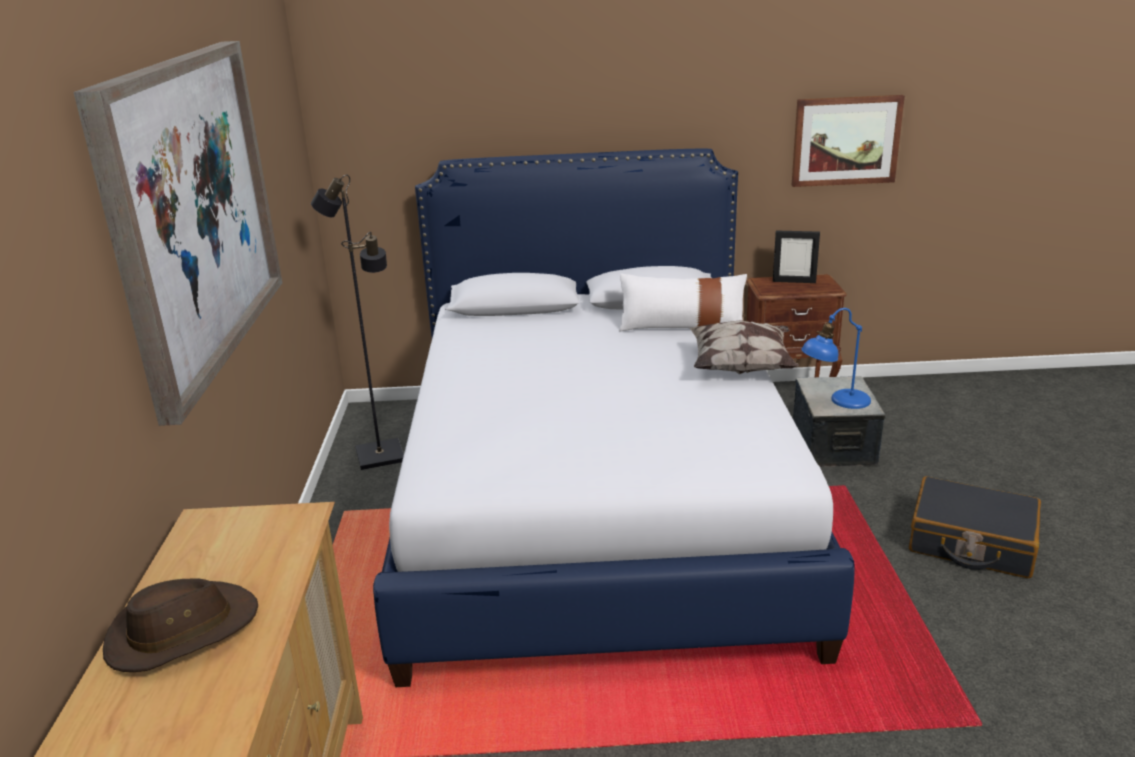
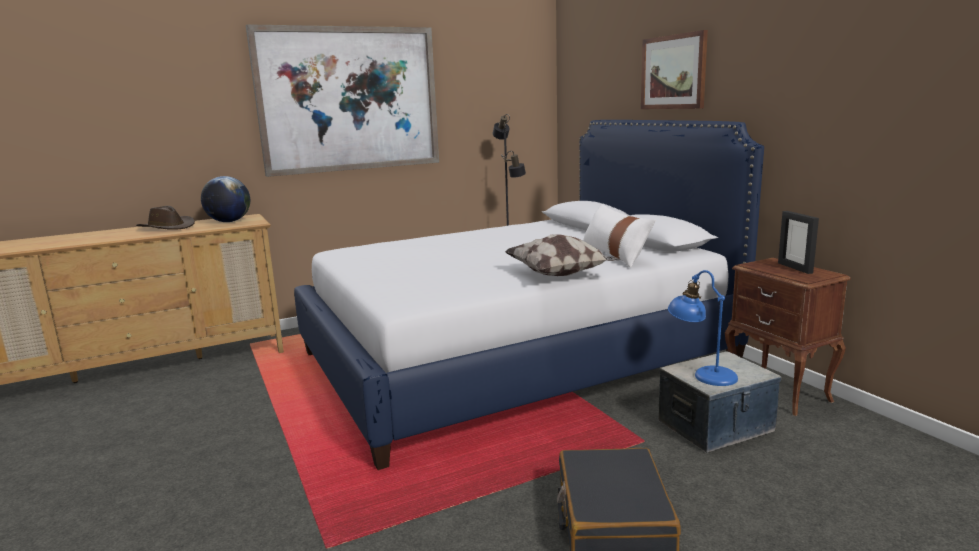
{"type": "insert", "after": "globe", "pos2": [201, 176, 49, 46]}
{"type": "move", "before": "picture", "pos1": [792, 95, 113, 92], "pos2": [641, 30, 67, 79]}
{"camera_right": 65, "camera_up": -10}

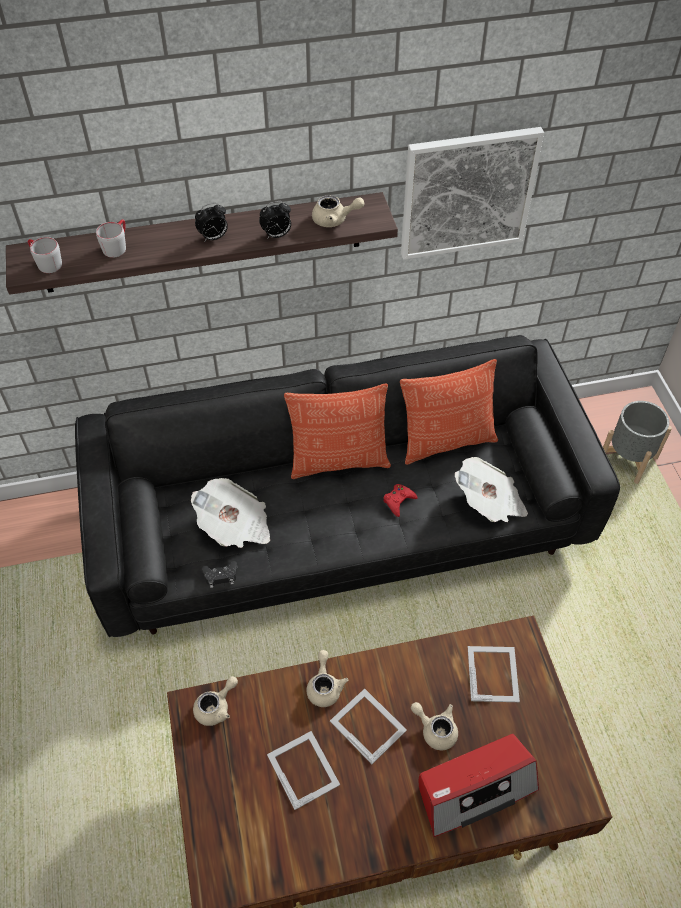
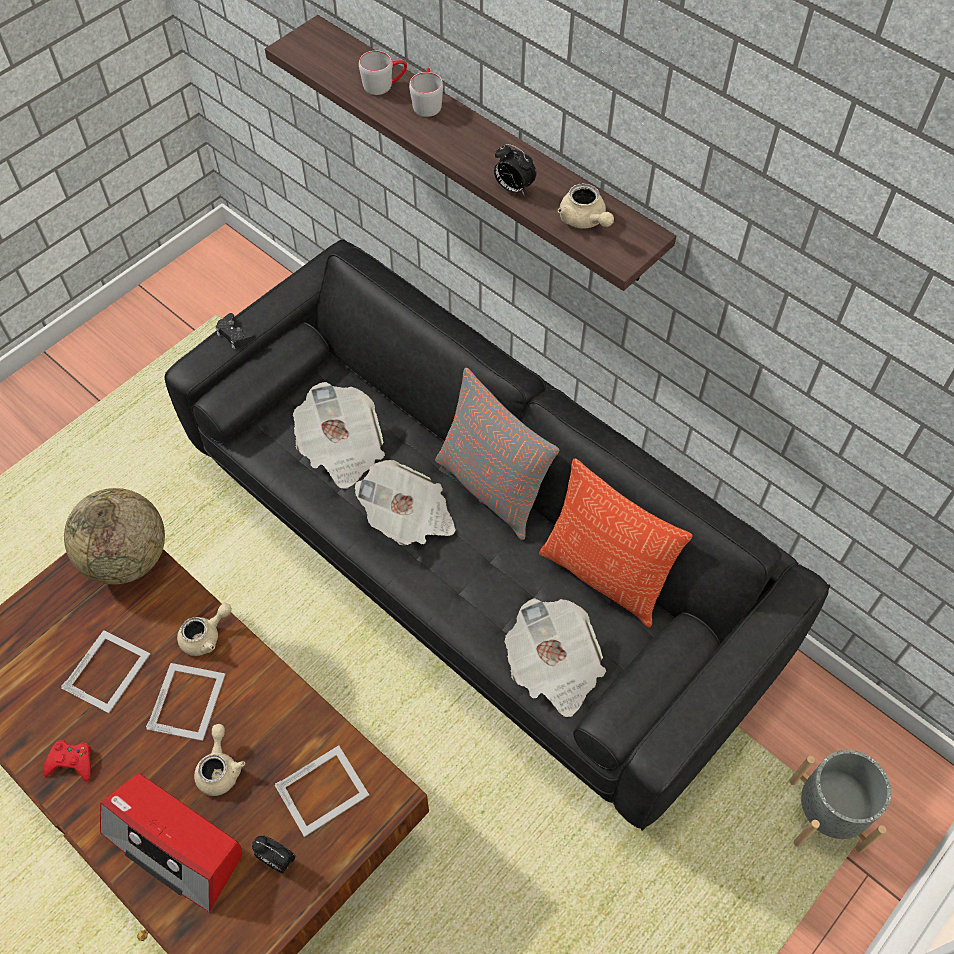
{"type": "move", "before": "reddish_game_controller", "pos1": [383, 484, 35, 33], "pos2": [43, 740, 48, 42]}
{"type": "replace", "before": "beige-coloured_teapot", "after": "globe", "pos1": [193, 676, 45, 50], "pos2": [64, 488, 101, 97]}
{"type": "move", "before": "blackish_game_controller", "pos1": [202, 561, 35, 27], "pos2": [216, 313, 40, 36]}
{"type": "move", "before": "table_clock", "pos1": [195, 203, 33, 38], "pos2": [252, 835, 44, 38]}
{"type": "insert", "after": "printed_paper", "pos2": [355, 460, 101, 86]}
{"type": "move", "before": "grey_tea_mug", "pos1": [28, 237, 34, 36], "pos2": [409, 68, 34, 49]}
{"type": "recolor", "before": "orange_throw_pillow", "after": "grey_throw_pillow", "pos1": [284, 384, 107, 95], "pos2": [435, 368, 124, 172]}
{"type": "delete", "before": "picture", "pos1": [401, 127, 143, 132]}
{"camera_right": 55, "camera_up": 5}

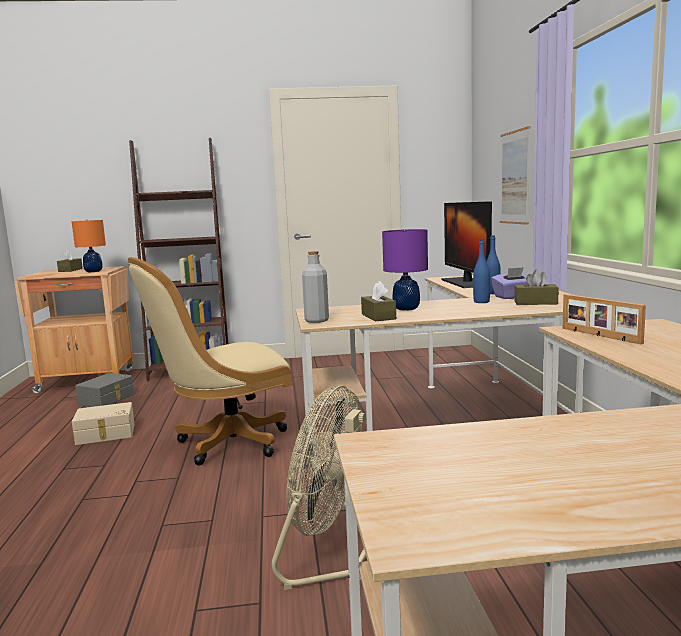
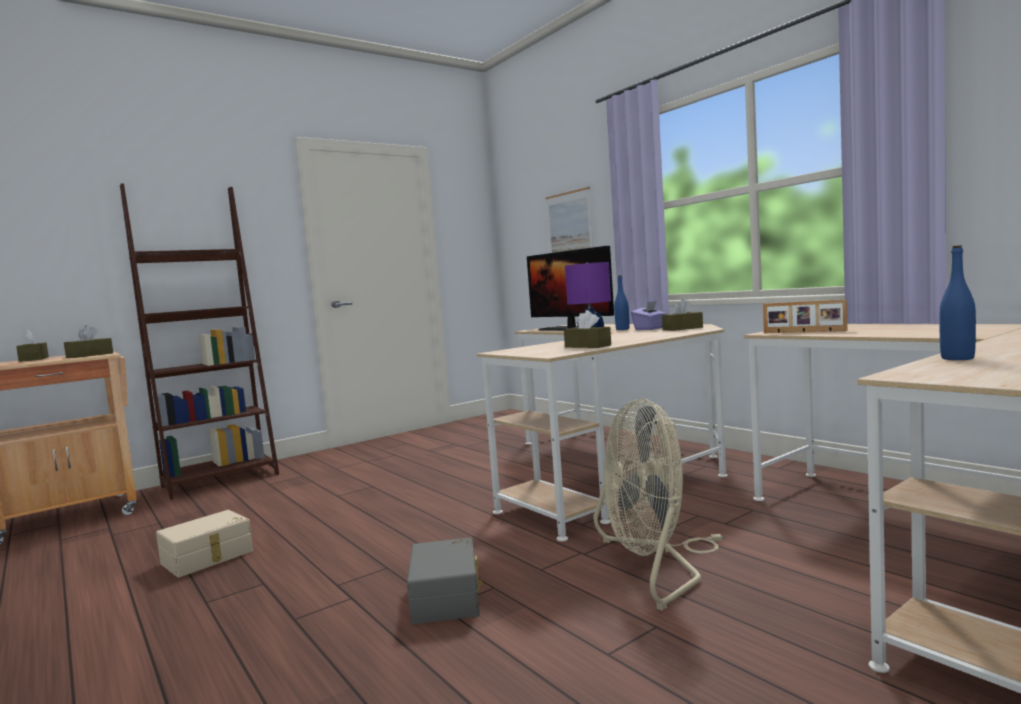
{"type": "replace", "before": "orange_tabletop_lamp", "after": "brownish_tissue_holder", "pos1": [72, 220, 34, 52], "pos2": [64, 325, 49, 33]}
{"type": "move", "before": "grey_storage_bin", "pos1": [75, 373, 59, 34], "pos2": [407, 537, 76, 88]}
{"type": "move", "before": "bluish_drink_bottle", "pos1": [473, 239, 17, 64], "pos2": [939, 245, 37, 115]}
{"type": "delete", "before": "beige-coloured_desk_chair", "pos1": [128, 257, 165, 209]}
{"type": "delete", "before": "grey_drink_bottle", "pos1": [302, 251, 27, 72]}
{"camera_right": -30, "camera_up": -5}

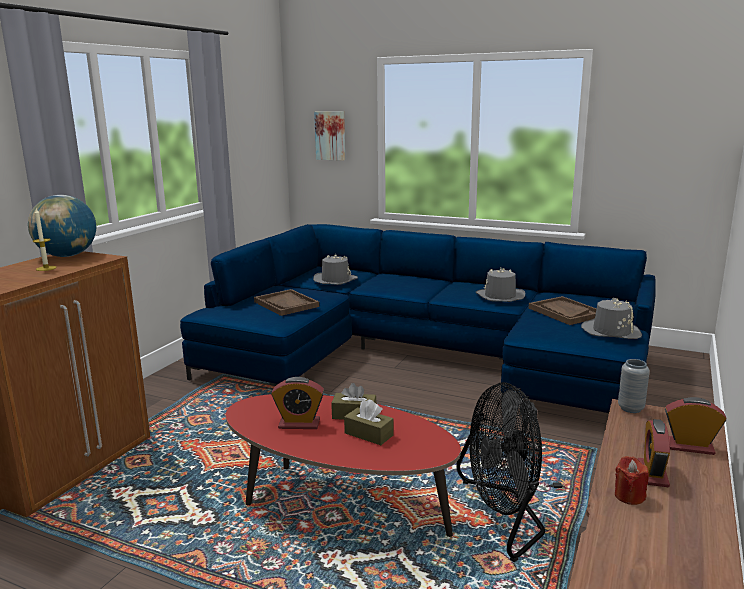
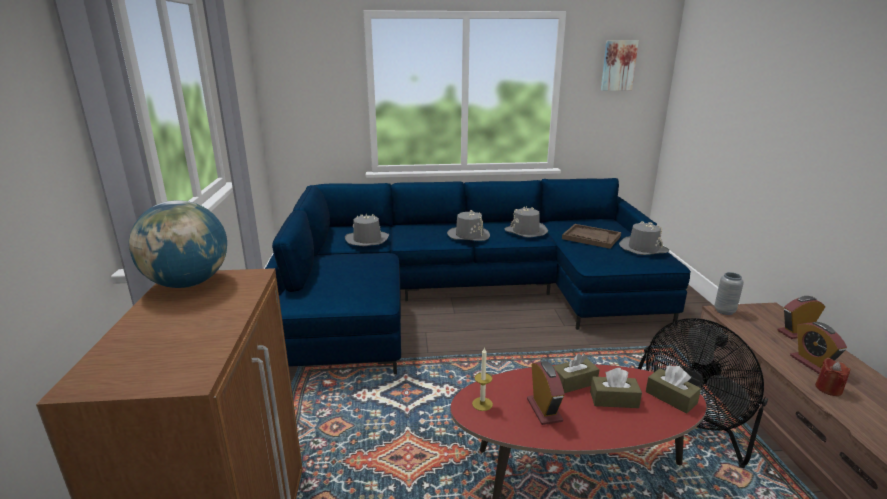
{"type": "insert", "after": "grey_hat", "pos2": [447, 210, 43, 31]}
{"type": "move", "before": "candle", "pos1": [33, 209, 24, 62], "pos2": [472, 347, 21, 64]}
{"type": "rotate", "before": "table_clock", "pos1": [271, 377, 53, 52], "pos2": [527, 361, 38, 64], "turn": -75}
{"type": "move", "before": "picture", "pos1": [314, 111, 31, 50], "pos2": [601, 40, 38, 51]}
{"type": "insert", "after": "brownish_tissue_holder", "pos2": [646, 366, 55, 48]}
{"type": "delete", "before": "brownish_tray", "pos1": [254, 289, 65, 27]}
{"camera_right": -30, "camera_up": 5}

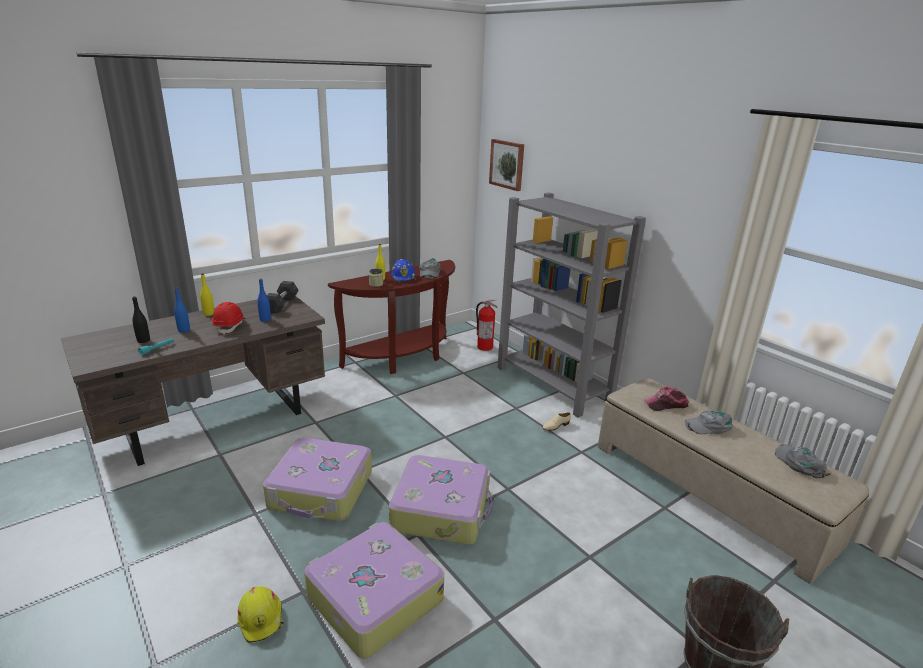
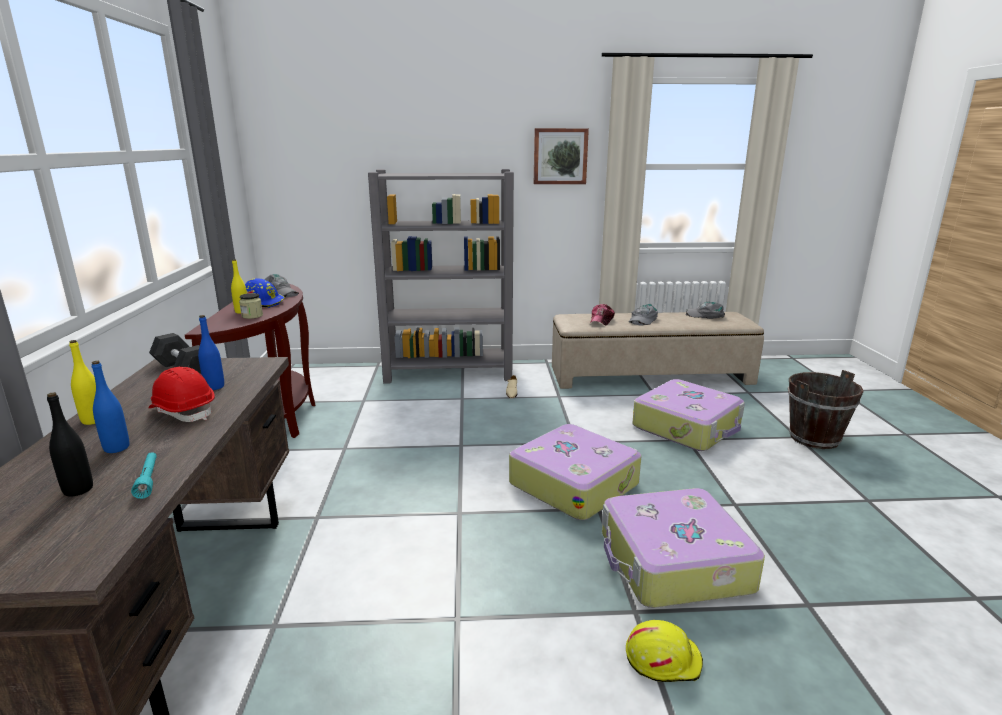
{"type": "move", "before": "picture", "pos1": [489, 139, 35, 52], "pos2": [534, 128, 55, 56]}
{"type": "move", "before": "suitcase", "pos1": [263, 438, 109, 83], "pos2": [633, 379, 112, 72]}
{"type": "delete", "before": "fire_extinguisher", "pos1": [476, 299, 21, 52]}
{"camera_right": -55, "camera_up": -5}

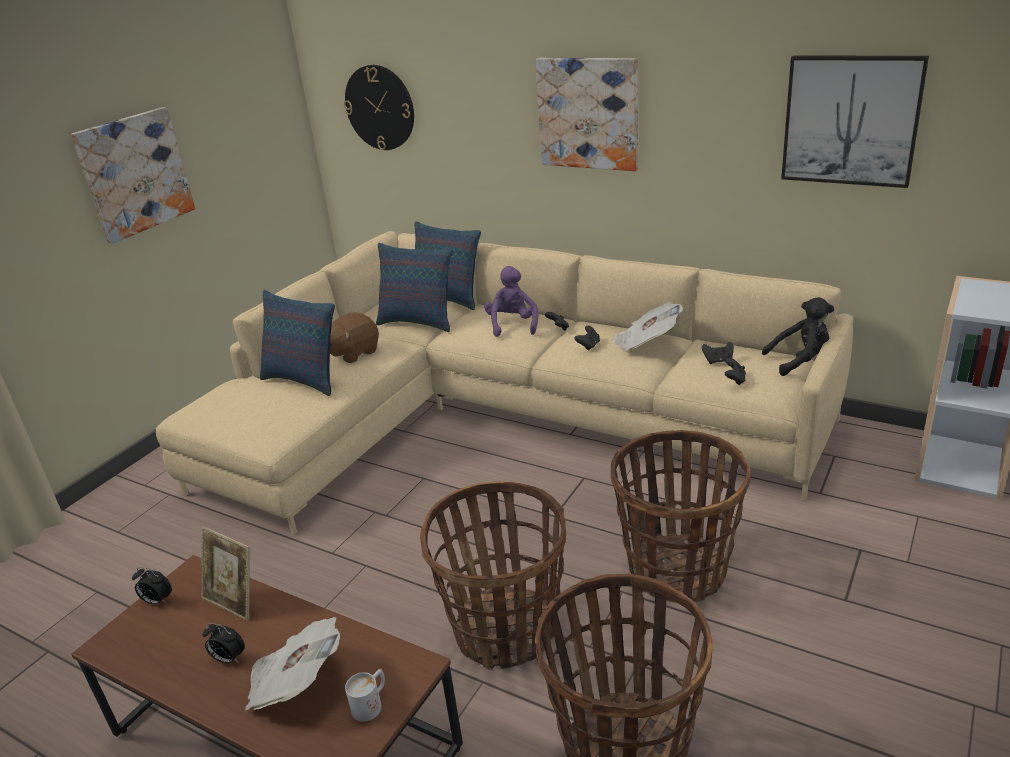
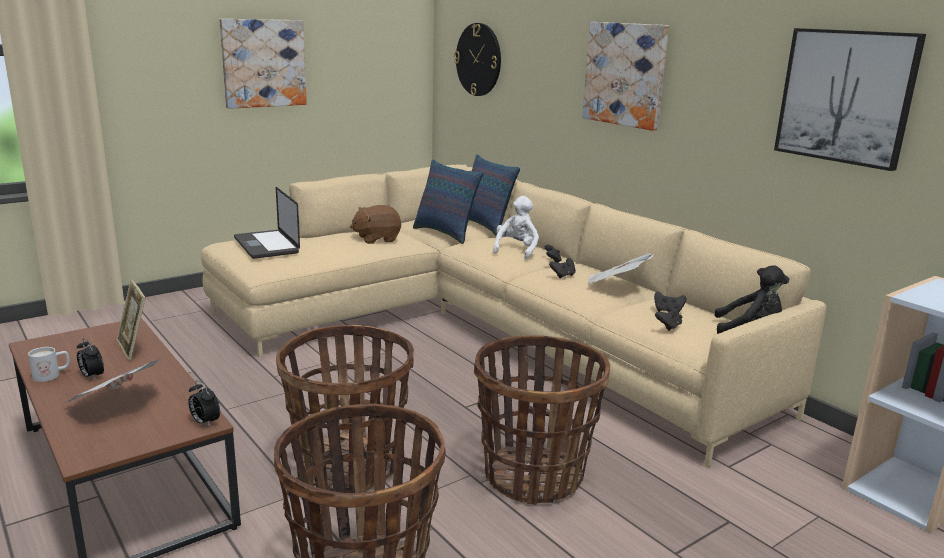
{"type": "move", "before": "white-coloured_tea_mug", "pos1": [345, 669, 40, 53], "pos2": [28, 347, 42, 35]}
{"type": "move", "before": "table_clock", "pos1": [132, 567, 40, 38], "pos2": [188, 380, 32, 46]}
{"type": "insert", "after": "portable_computer", "pos2": [234, 187, 66, 72]}
{"type": "recolor", "before": "purple-coloured_cuddly_toy", "after": "white-coloured_cuddly_toy", "pos1": [484, 266, 54, 71], "pos2": [493, 196, 46, 64]}
{"type": "delete", "before": "bluish_throw_pillow", "pos1": [260, 290, 75, 106]}
{"camera_right": 20, "camera_up": -10}

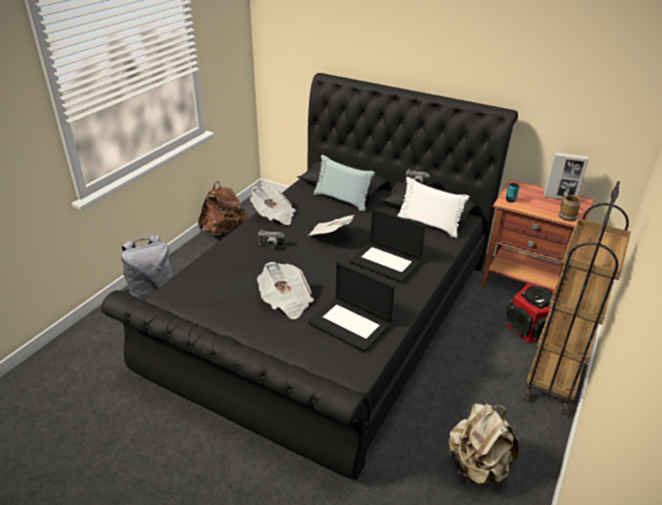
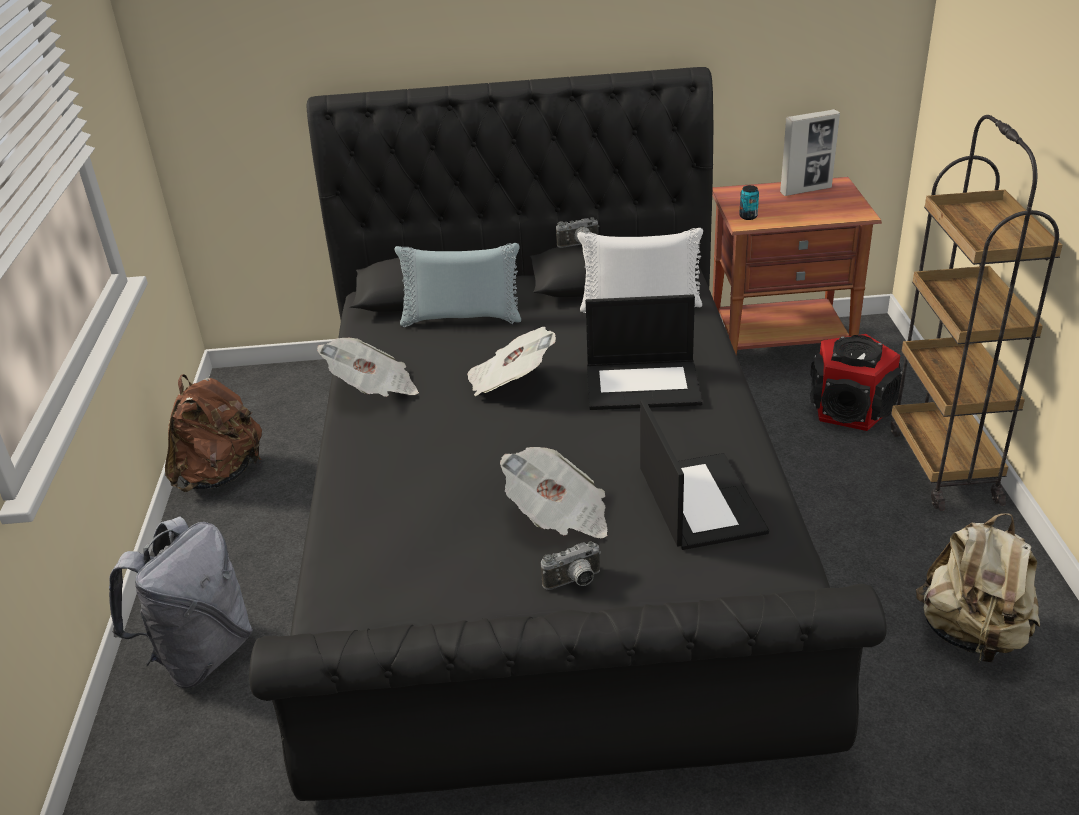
{"type": "move", "before": "still_camera", "pos1": [258, 230, 27, 18], "pos2": [541, 541, 60, 49]}
{"type": "rotate", "before": "portable_computer", "pos1": [308, 262, 87, 90], "pos2": [640, 399, 129, 151], "turn": -105}
{"type": "delete", "before": "tea_mug", "pos1": [559, 193, 22, 28]}
{"camera_right": -30, "camera_up": 0}

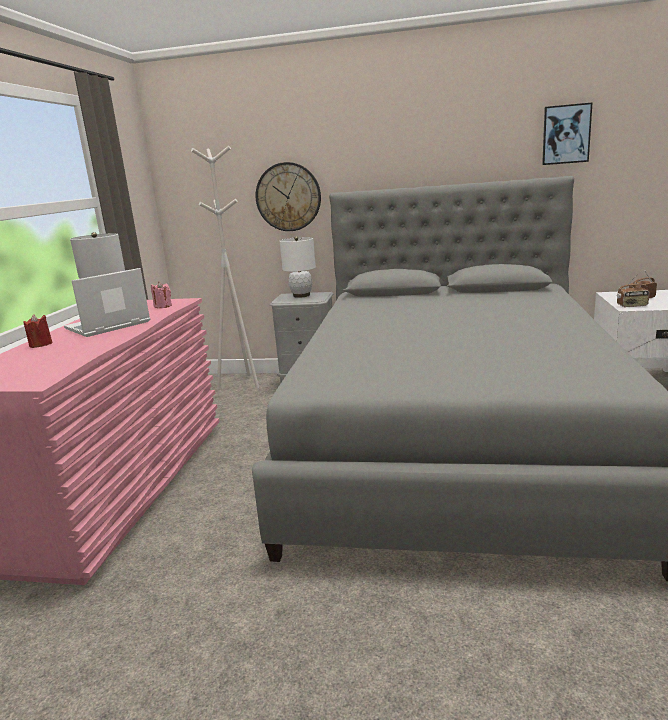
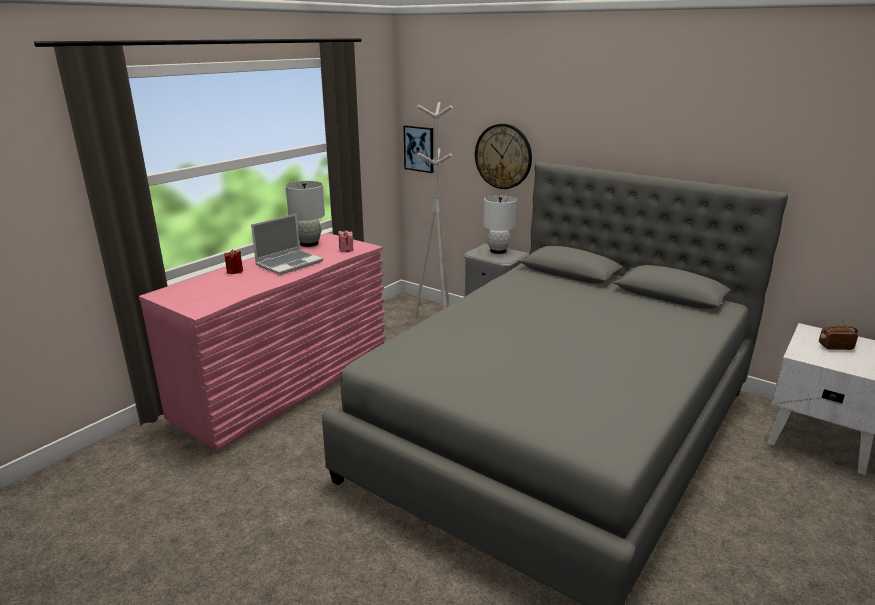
{"type": "rotate", "before": "portable_computer", "pos1": [64, 268, 86, 69], "pos2": [251, 214, 72, 61], "turn": 150}
{"type": "move", "before": "picture", "pos1": [542, 102, 51, 63], "pos2": [404, 125, 29, 48]}
{"type": "delete", "before": "radio_receiver", "pos1": [617, 274, 33, 33]}
{"camera_right": 25, "camera_up": 5}

